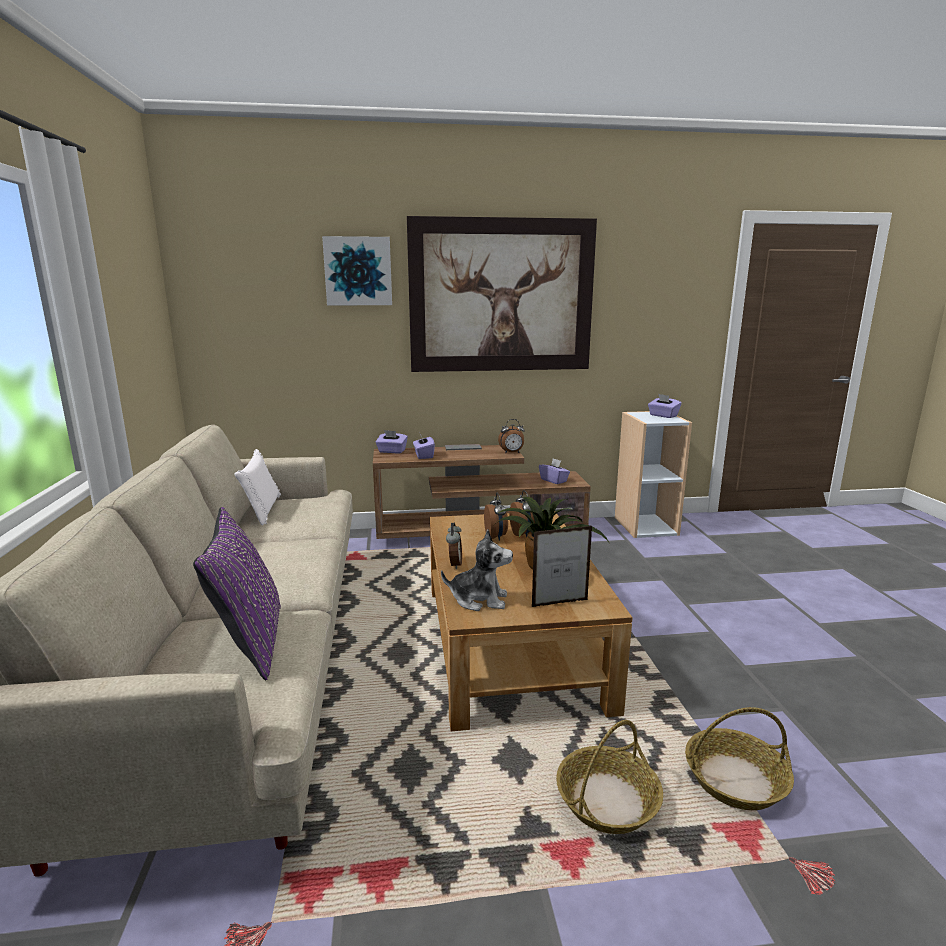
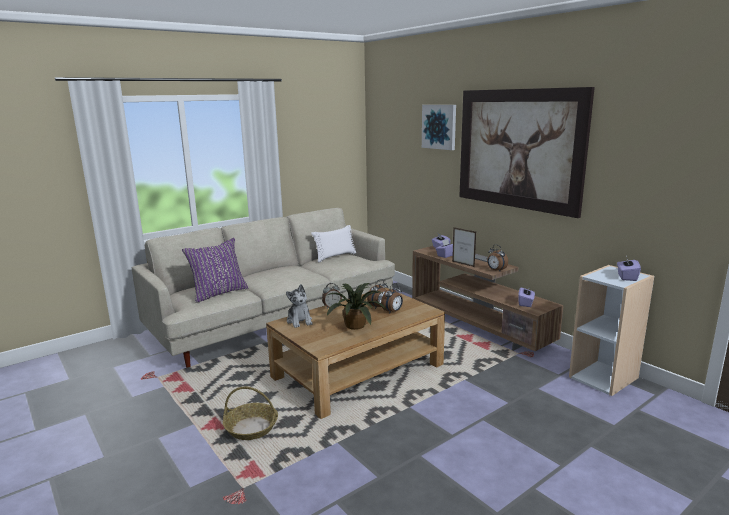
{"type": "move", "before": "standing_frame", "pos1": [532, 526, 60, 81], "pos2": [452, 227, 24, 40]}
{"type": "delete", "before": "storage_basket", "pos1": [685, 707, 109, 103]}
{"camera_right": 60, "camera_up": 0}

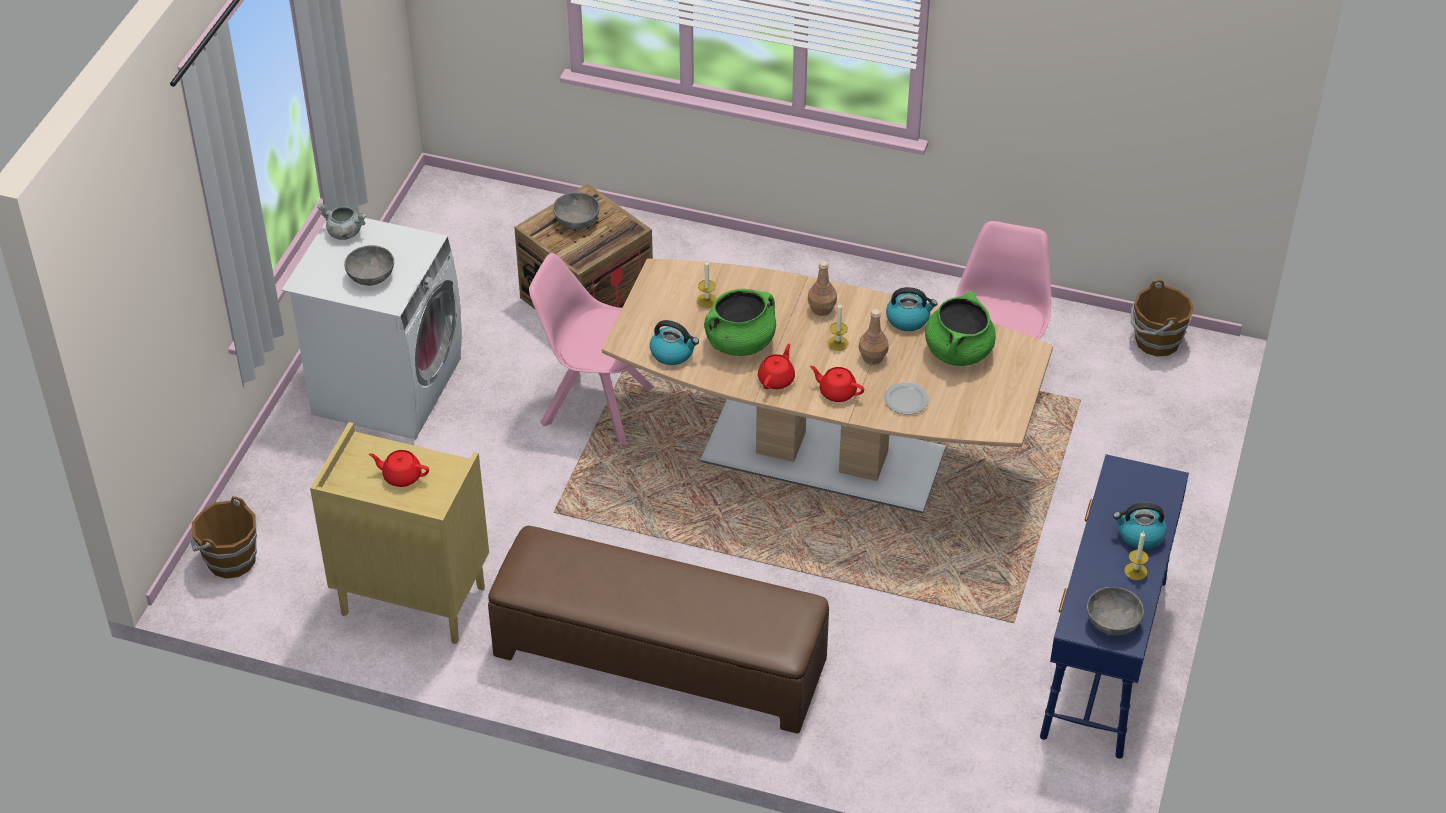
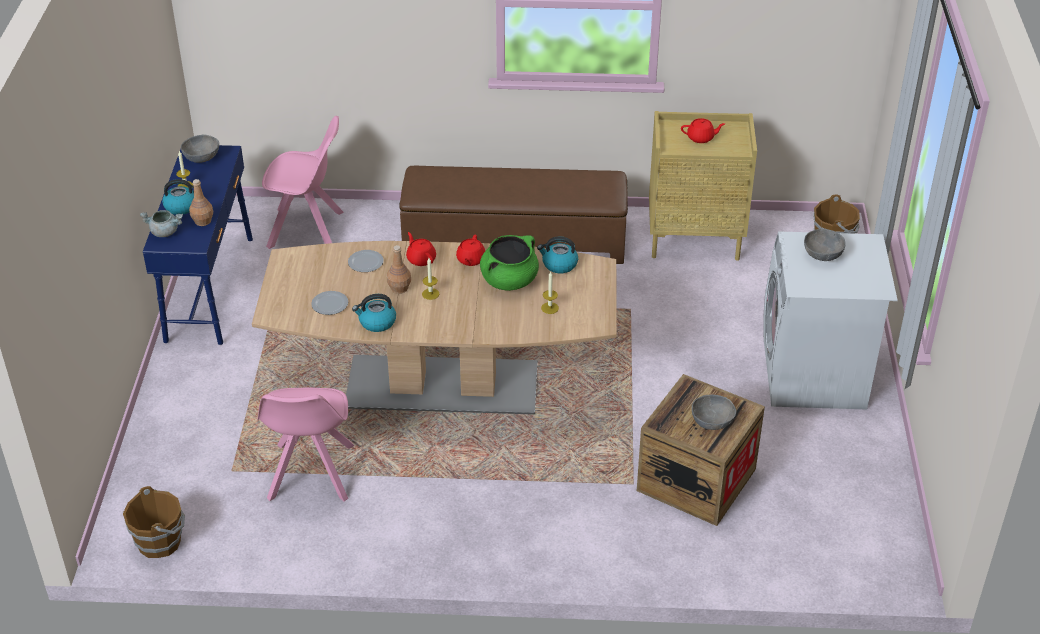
{"type": "move", "before": "grey_stockpot", "pos1": [317, 204, 50, 36], "pos2": [140, 210, 43, 27]}
{"type": "move", "before": "brownish_drink_bottle", "pos1": [808, 261, 29, 55], "pos2": [189, 179, 24, 47]}
{"type": "move", "before": "pink_upright_chair", "pos1": [529, 253, 125, 192], "pos2": [262, 116, 82, 133]}
{"type": "replace", "before": "green-coloured_stockpot", "after": "dinner_plate", "pos1": [925, 291, 71, 75], "pos2": [311, 291, 37, 24]}
{"type": "rotate", "before": "reddish_teapot", "pos1": [810, 366, 54, 36], "pos2": [406, 232, 30, 34], "turn": -135}
{"camera_right": 165, "camera_up": -5}

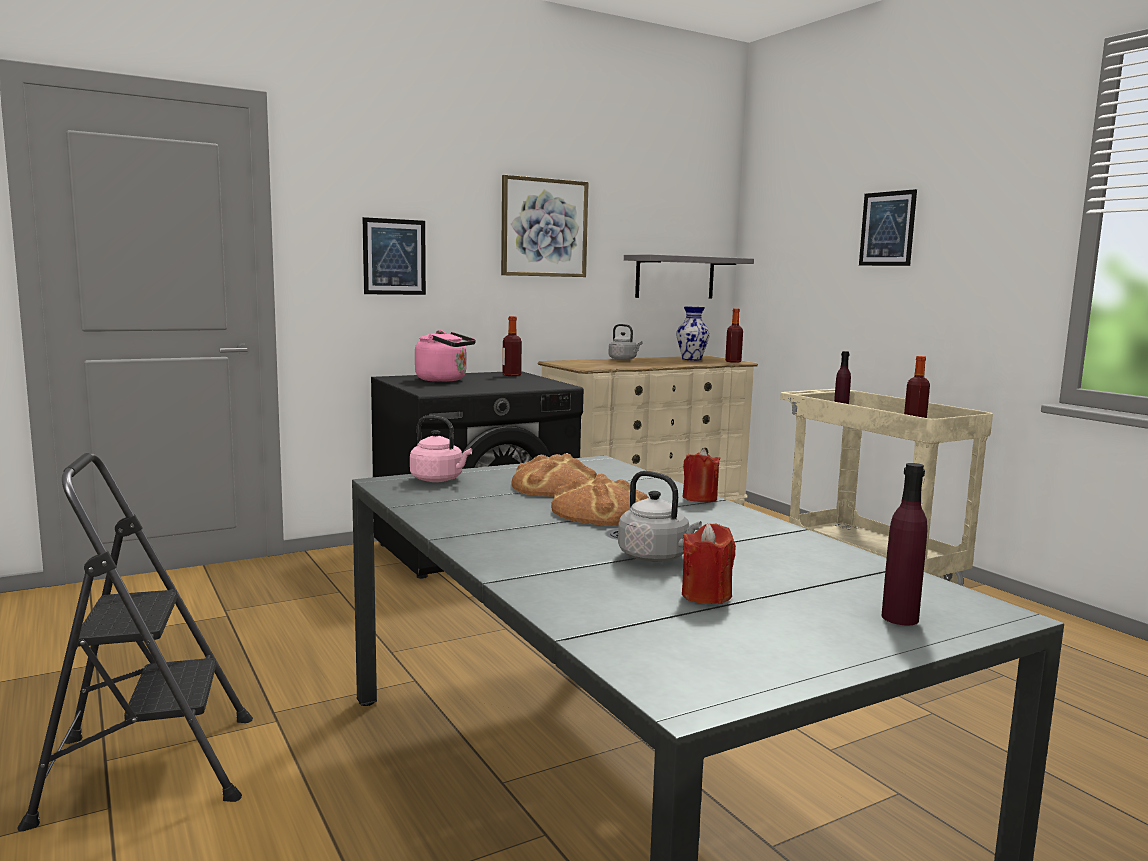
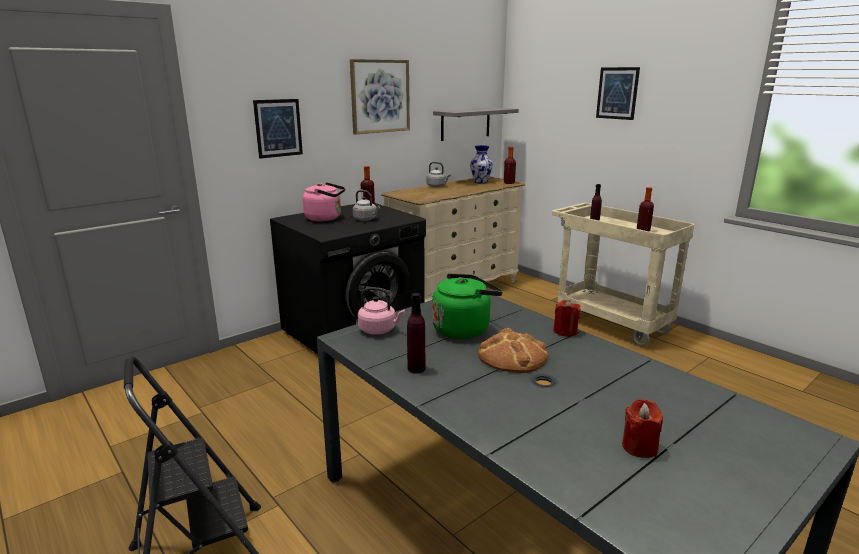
{"type": "move", "before": "grey_kettle", "pos1": [618, 471, 84, 91], "pos2": [353, 190, 27, 31]}
{"type": "move", "before": "purple-coloured_drink_bottle", "pos1": [882, 463, 46, 162], "pos2": [407, 293, 19, 80]}
{"type": "replace", "before": "bakery_bread", "after": "green-coloured_kettle", "pos1": [512, 453, 85, 44], "pos2": [432, 273, 71, 66]}
{"camera_right": -10, "camera_up": 10}

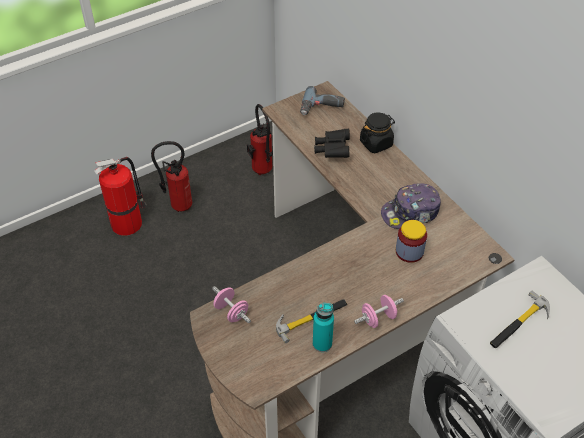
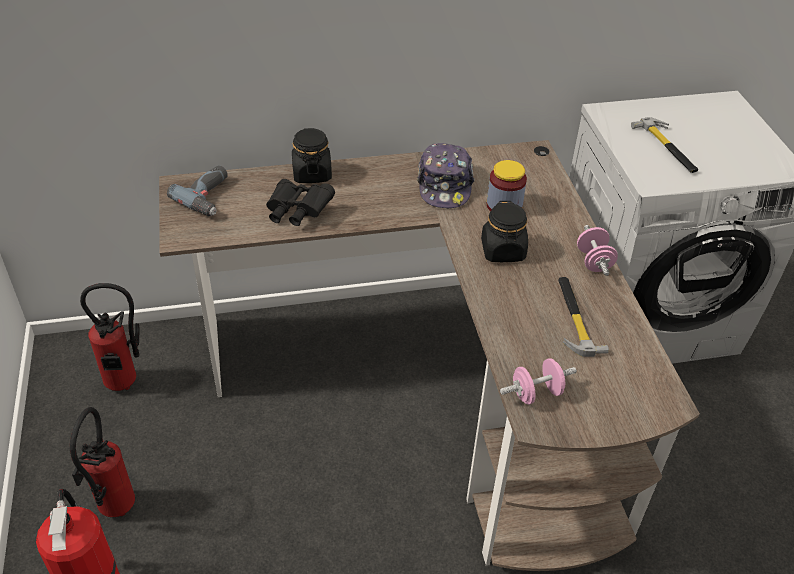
{"type": "insert", "after": "blackish_storage_jar", "pos2": [481, 201, 47, 61]}
{"type": "delete", "before": "blue-green_drink_bottle", "pos1": [313, 303, 21, 49]}
{"camera_right": -70, "camera_up": -5}

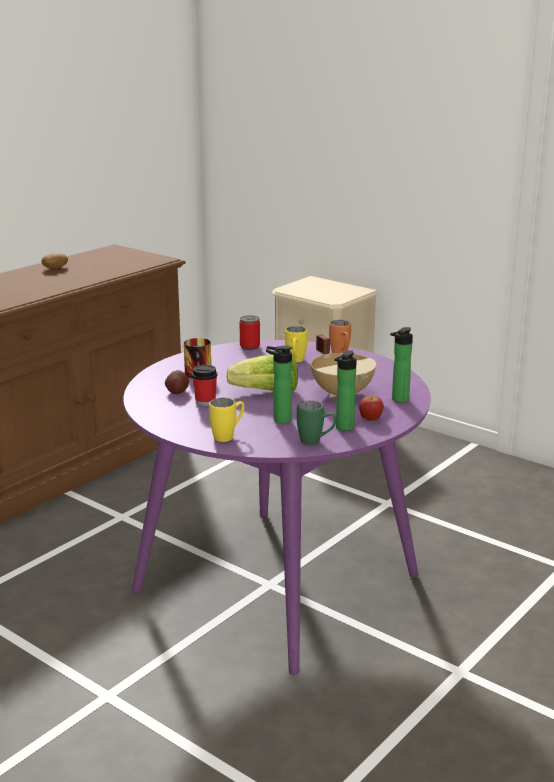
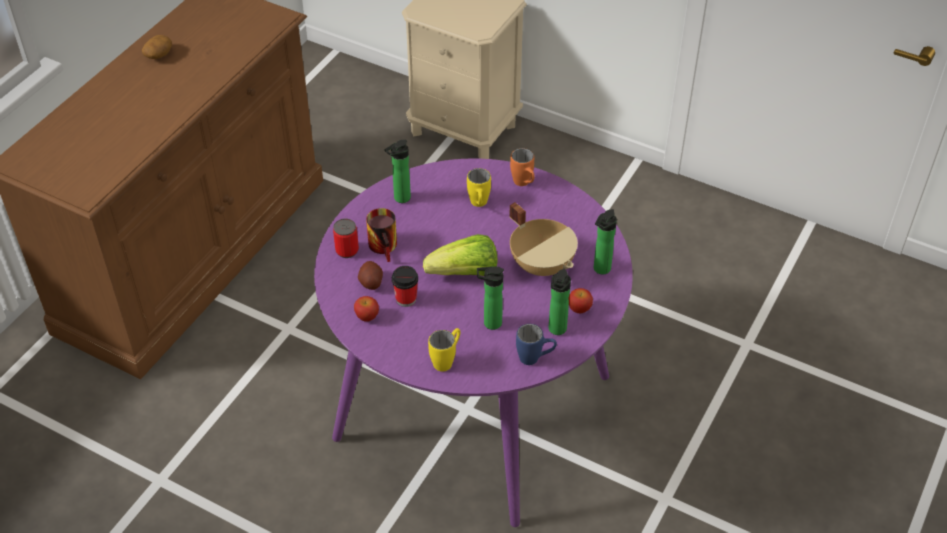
{"type": "move", "before": "metal_can", "pos1": [240, 315, 20, 35], "pos2": [333, 219, 26, 39]}
{"type": "insert", "after": "apple", "pos2": [354, 296, 25, 26]}
{"type": "insert", "after": "drink_bottle", "pos2": [385, 140, 26, 63]}
{"type": "recolor", "before": "green-coloured_tea_mug", "after": "bluish_tea_mug", "pos1": [297, 400, 40, 45], "pos2": [516, 324, 41, 41]}
{"camera_right": -10, "camera_up": 25}

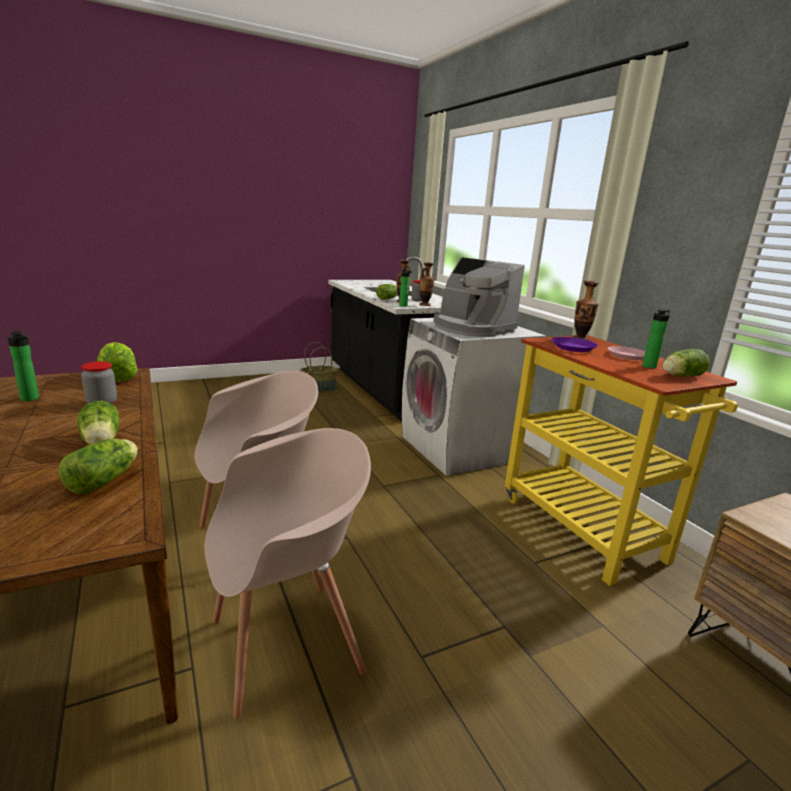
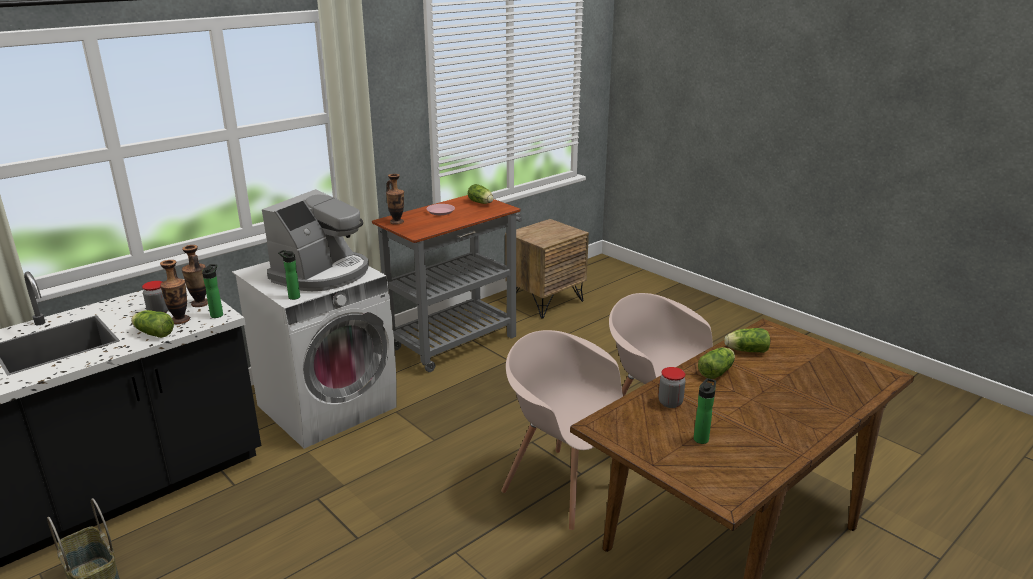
{"type": "move", "before": "drink_bottle", "pos1": [642, 309, 29, 60], "pos2": [278, 250, 22, 50]}
{"type": "recolor", "before": "yellow-coloured_cart", "after": "grey_cart", "pos1": [505, 335, 233, 251], "pos2": [372, 195, 150, 177]}
{"type": "delete", "before": "lettuce", "pos1": [97, 342, 41, 40]}
{"type": "delete", "before": "purple-coloured_dinner_plate", "pos1": [551, 337, 47, 15]}
{"camera_right": -105, "camera_up": 5}

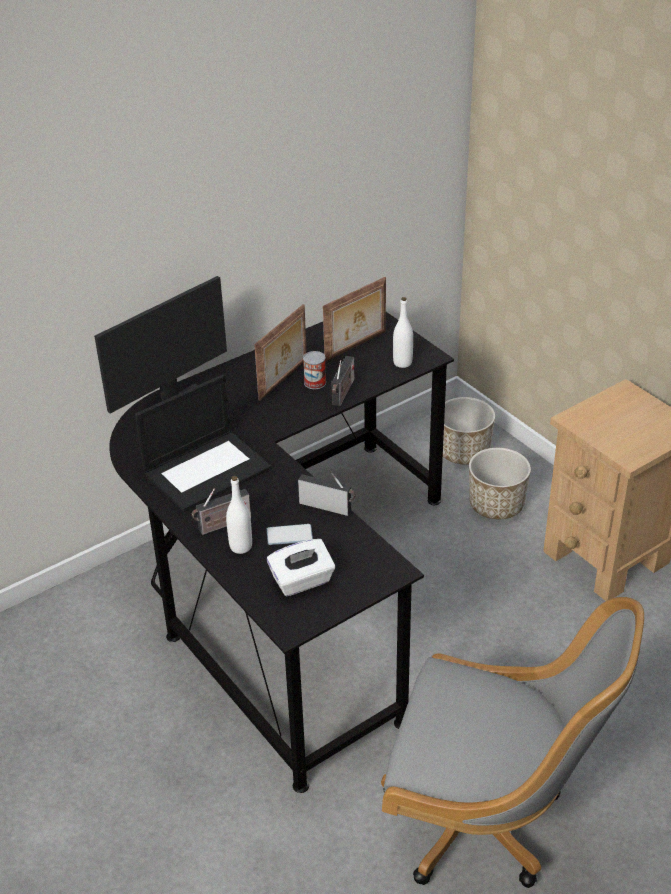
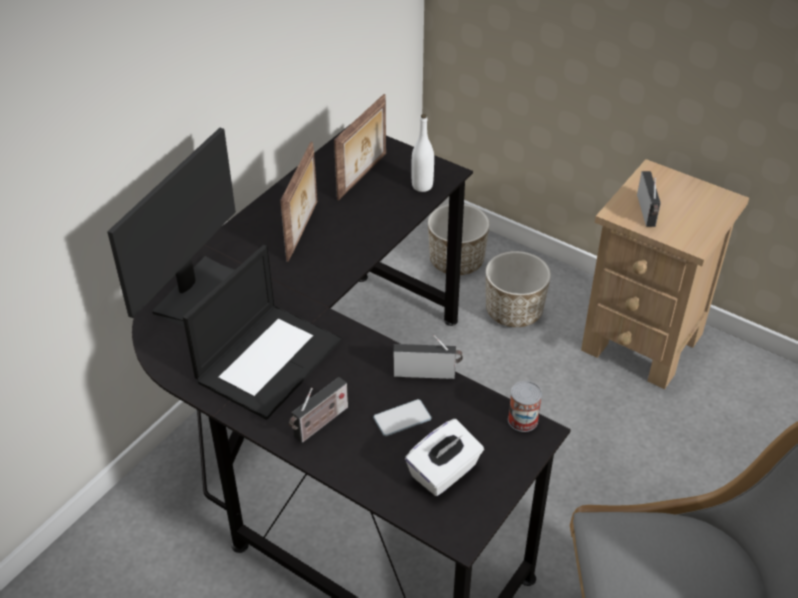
{"type": "move", "before": "metal_can", "pos1": [303, 351, 23, 38], "pos2": [508, 381, 34, 51]}
{"type": "move", "before": "radio_receiver", "pos1": [332, 356, 22, 50], "pos2": [637, 171, 24, 56]}
{"type": "delete", "before": "white-coloured_drink_bottle", "pos1": [226, 476, 26, 78]}
{"camera_right": -20, "camera_up": 5}

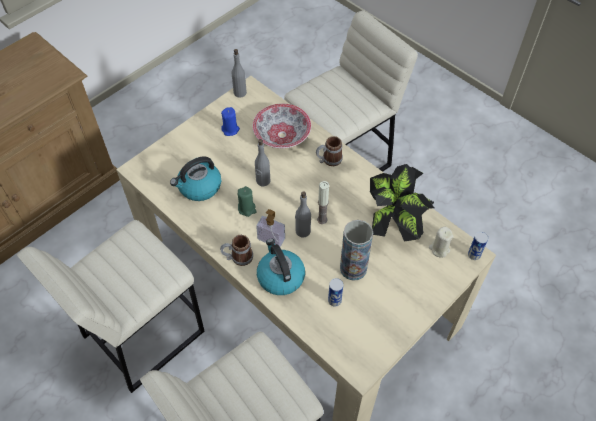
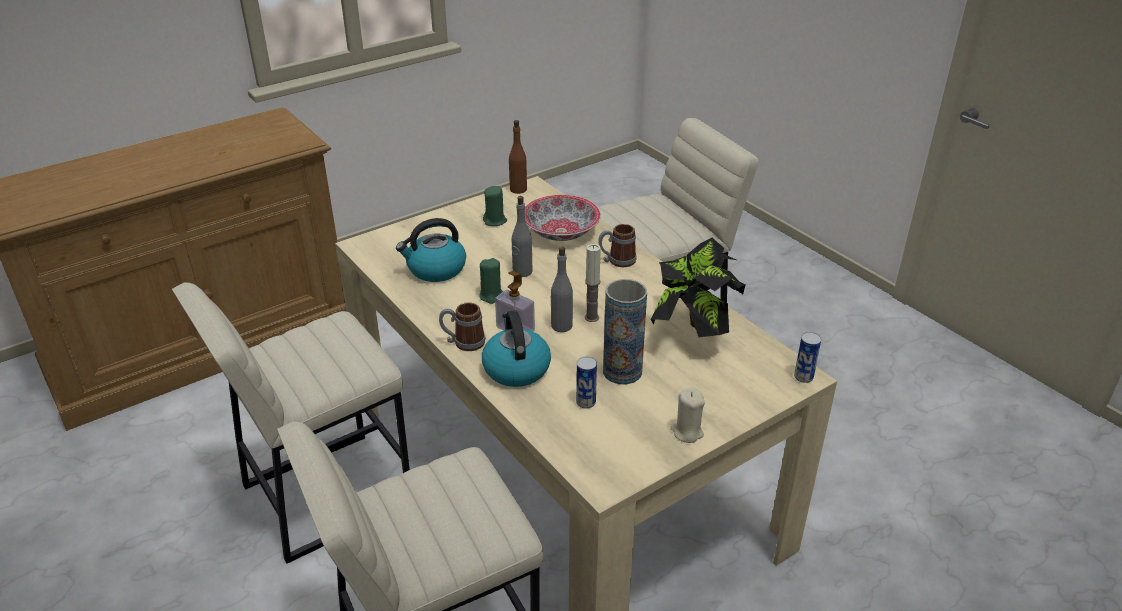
{"type": "recolor", "before": "bluish_candle", "after": "green-coloured_candle", "pos1": [221, 107, 19, 29], "pos2": [483, 186, 24, 40]}
{"type": "recolor", "before": "grey_drink_bottle", "after": "brownish_drink_bottle", "pos1": [232, 49, 15, 49], "pos2": [509, 120, 18, 74]}
{"type": "move", "before": "beige-coloured_candle", "pos1": [429, 227, 25, 31], "pos2": [670, 388, 35, 55]}
{"camera_right": 10, "camera_up": -20}

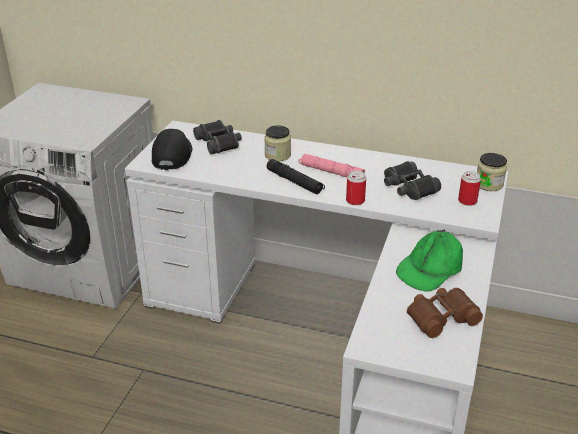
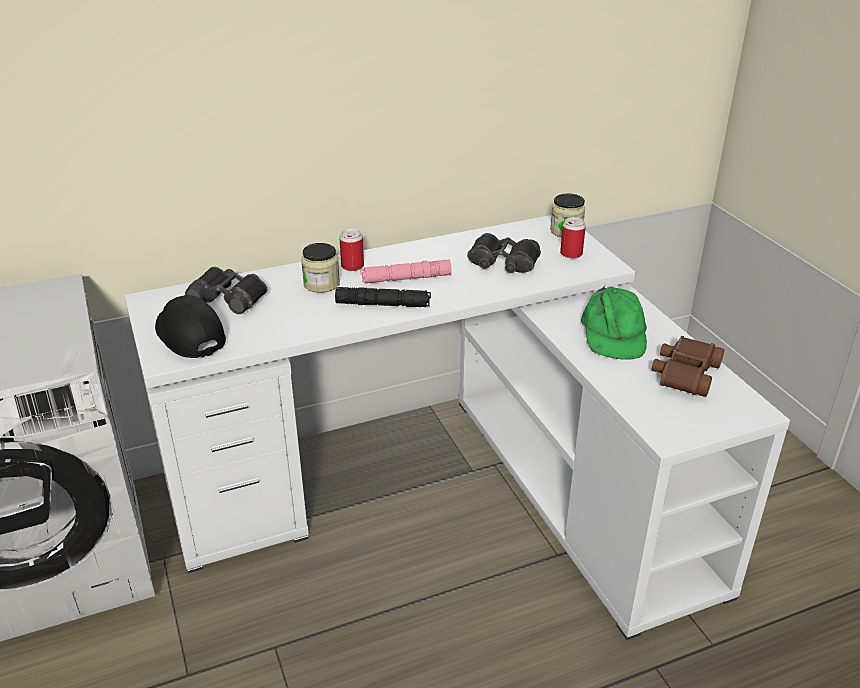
{"type": "move", "before": "metal_can", "pos1": [346, 171, 20, 34], "pos2": [339, 229, 25, 42]}
{"camera_right": -40, "camera_up": 0}

